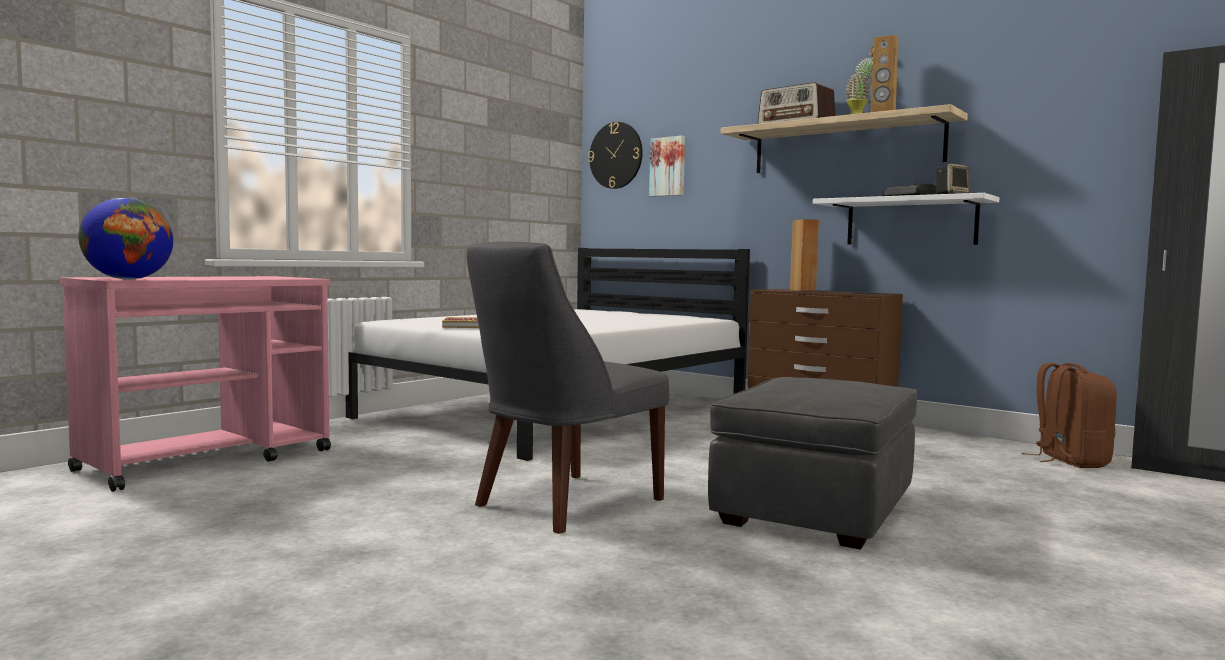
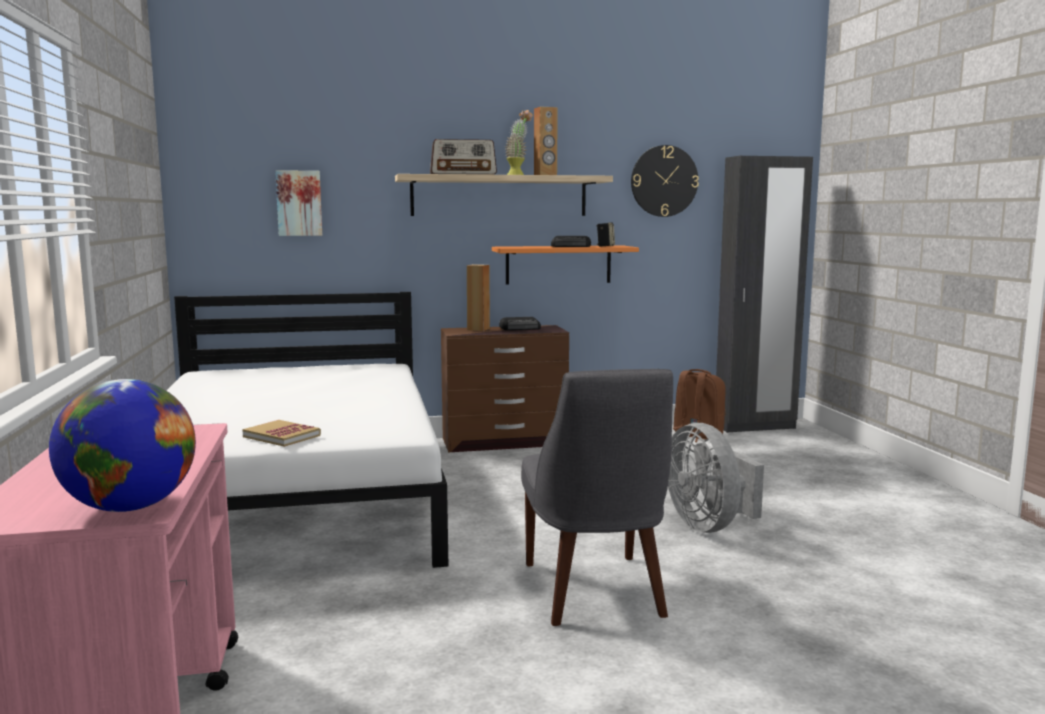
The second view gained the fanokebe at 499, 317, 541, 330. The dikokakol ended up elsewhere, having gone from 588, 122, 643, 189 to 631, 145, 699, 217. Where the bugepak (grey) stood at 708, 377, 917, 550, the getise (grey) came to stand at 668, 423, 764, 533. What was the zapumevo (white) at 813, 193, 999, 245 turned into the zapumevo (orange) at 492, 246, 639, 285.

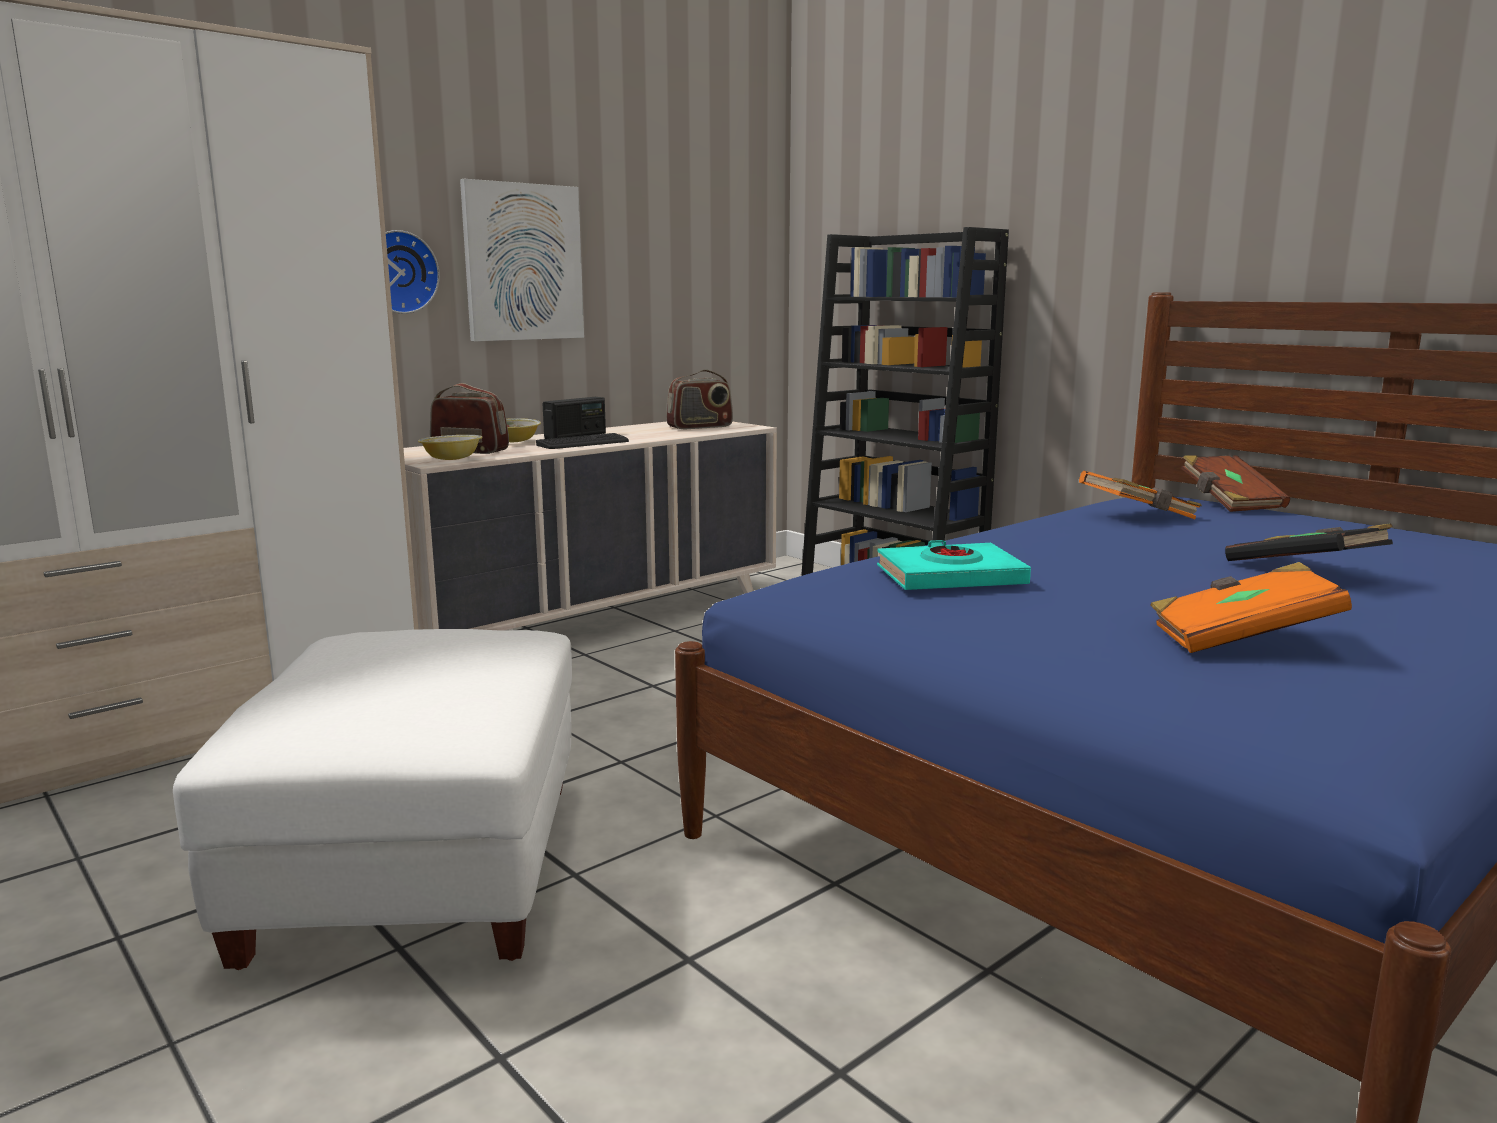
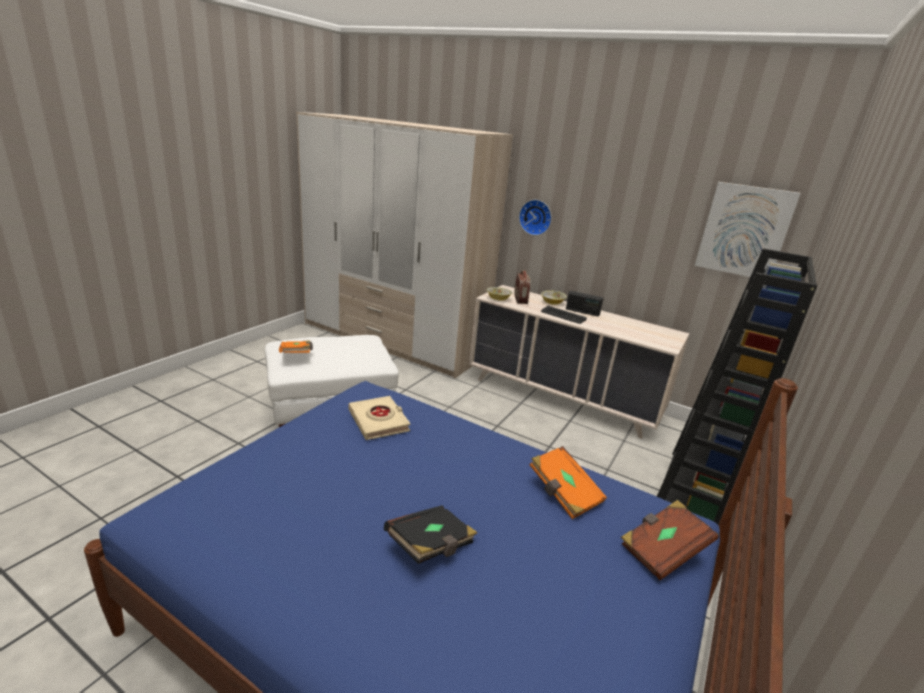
The second view lost the fanokebe at 666, 369, 733, 429. The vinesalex ended up elsewhere, having gone from 460, 179, 584, 341 to 695, 182, 801, 277. The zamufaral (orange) ended up elsewhere, having gone from 1150, 562, 1352, 653 to 279, 340, 313, 353. What was the zamufaral (turquoise) at 877, 540, 1031, 590 turned into the zamufaral (beige) at 348, 396, 411, 440.

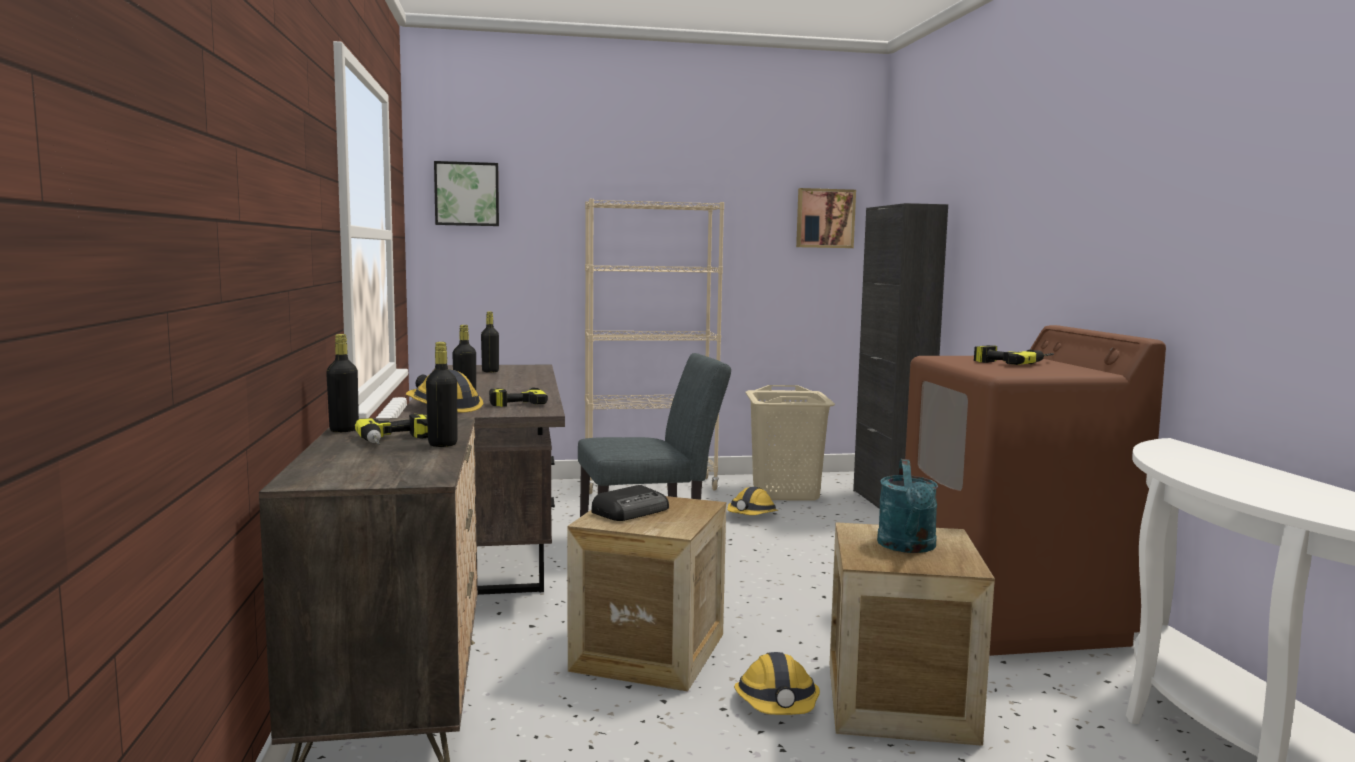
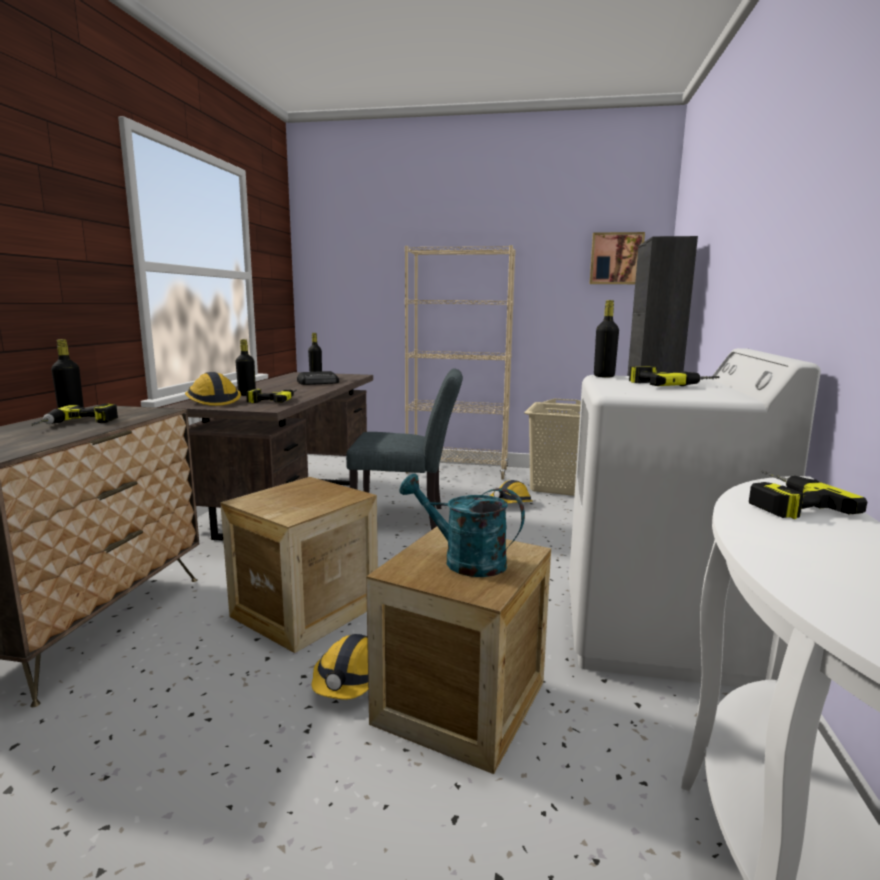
The second view lost the vinesalex at 434, 161, 499, 226. The second view gained the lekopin at 749, 470, 867, 519. The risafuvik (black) ended up elsewhere, having gone from 426, 342, 457, 447 to 594, 300, 619, 378. The fanokebe ended up elsewhere, having gone from 591, 485, 669, 521 to 297, 371, 339, 385. What was the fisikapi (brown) at 905, 325, 1166, 656 turned into the fisikapi (white) at 569, 348, 821, 687. The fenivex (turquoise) at 877, 459, 938, 553 ended up facing another way, 90 degrees clockwise from before.

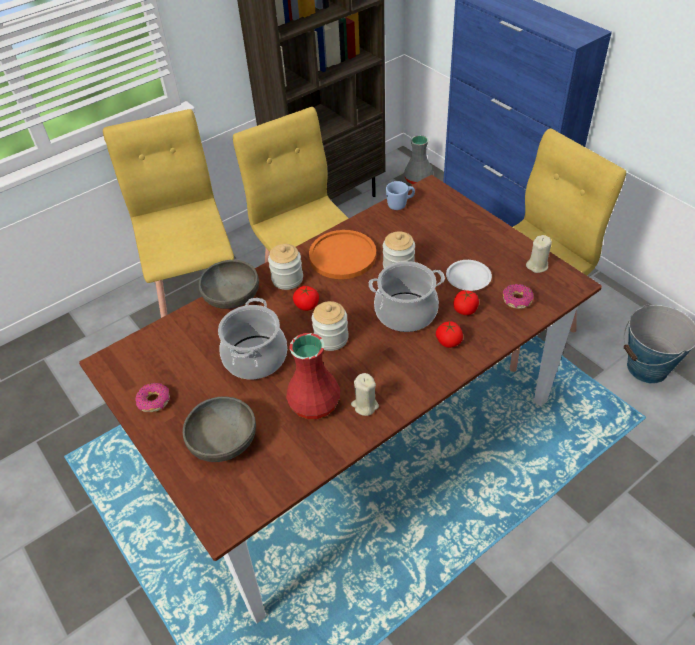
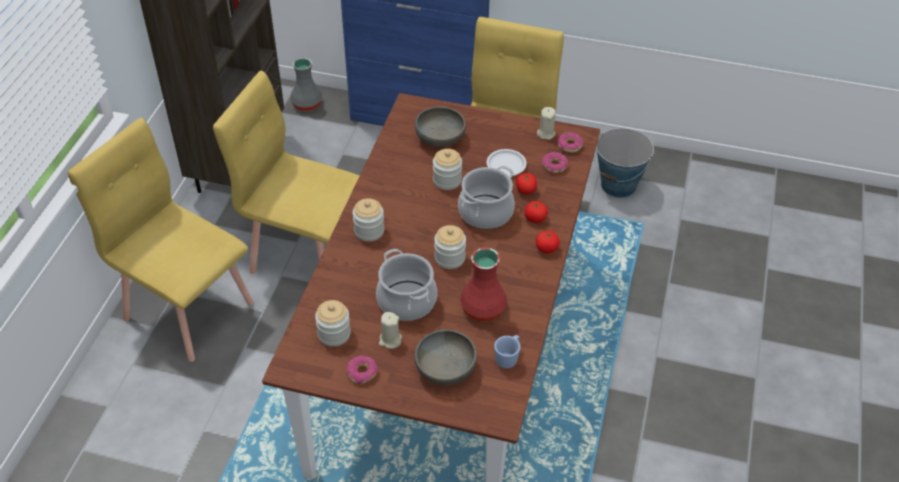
The second view lost the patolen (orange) at 309, 230, 376, 279. The second view gained the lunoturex at 315, 300, 351, 347. The second view gained the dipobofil at 557, 132, 584, 153. The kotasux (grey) ended up elsewhere, having gone from 199, 260, 259, 309 to 415, 106, 466, 147. The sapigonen ended up elsewhere, having gone from 293, 286, 319, 311 to 536, 231, 560, 253. The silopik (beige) ended up elsewhere, having gone from 351, 373, 379, 416 to 379, 312, 402, 349. The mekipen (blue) ended up elsewhere, having gone from 386, 181, 415, 210 to 494, 335, 521, 369.

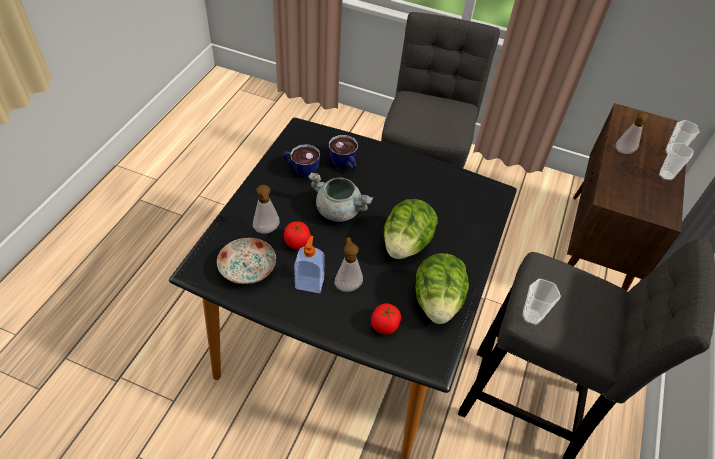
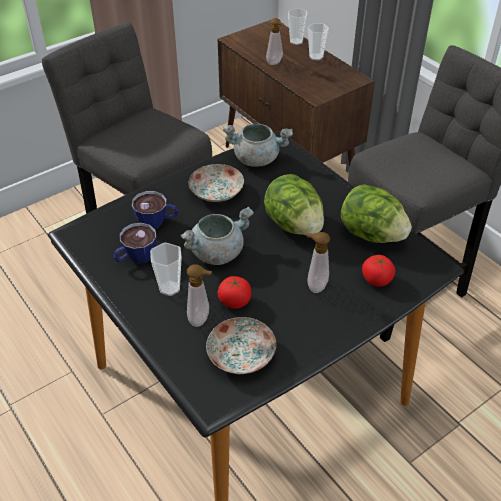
The second view lost the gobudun at 294, 236, 325, 293. The second view gained the patolen at 189, 164, 244, 202. The second view gained the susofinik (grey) at 223, 124, 293, 167. The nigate ended up elsewhere, having gone from 522, 279, 561, 325 to 150, 243, 182, 296.

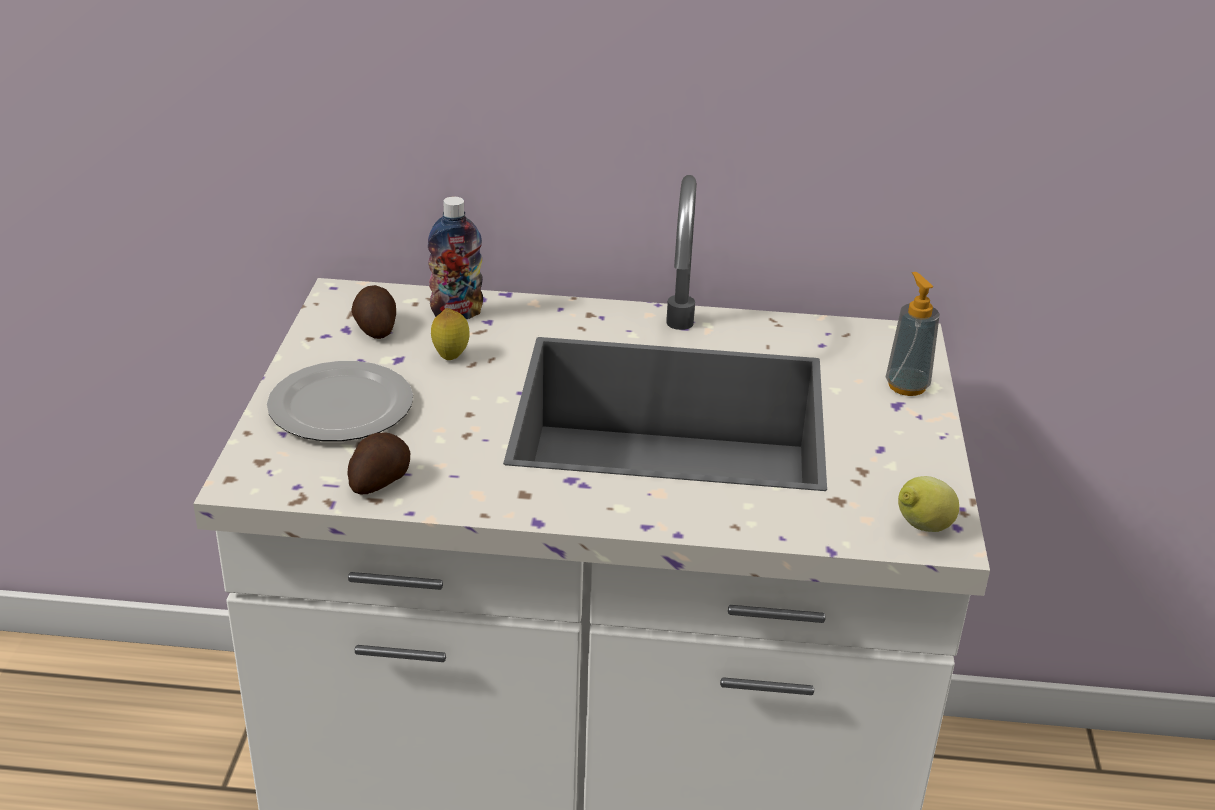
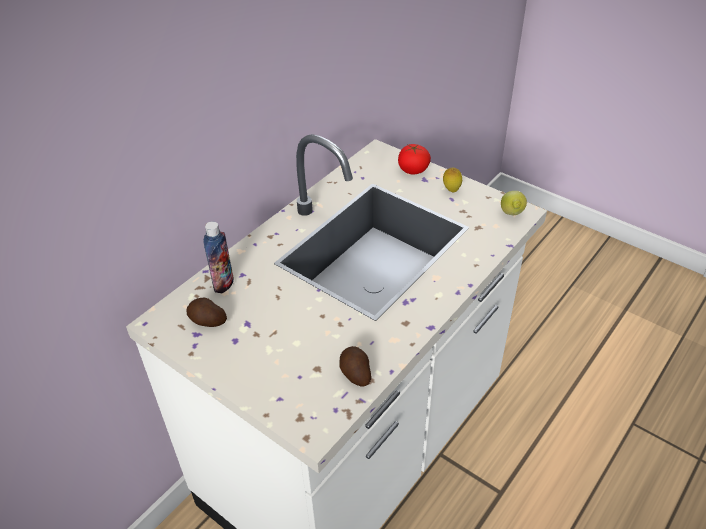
The second view lost the patolen at 267, 361, 413, 441. The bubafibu ended up elsewhere, having gone from 431, 308, 470, 360 to 443, 168, 462, 192. Where the gobudun stood at 886, 272, 940, 396, the sapigonen came to stand at 398, 144, 431, 175.

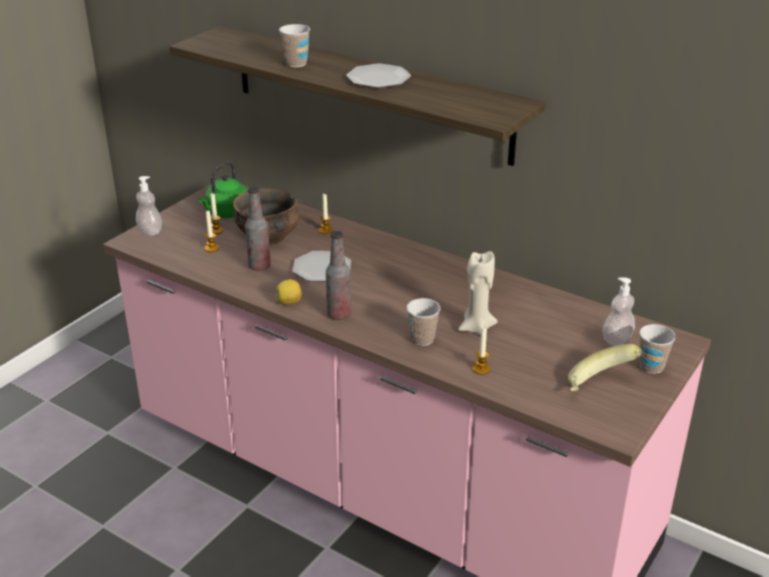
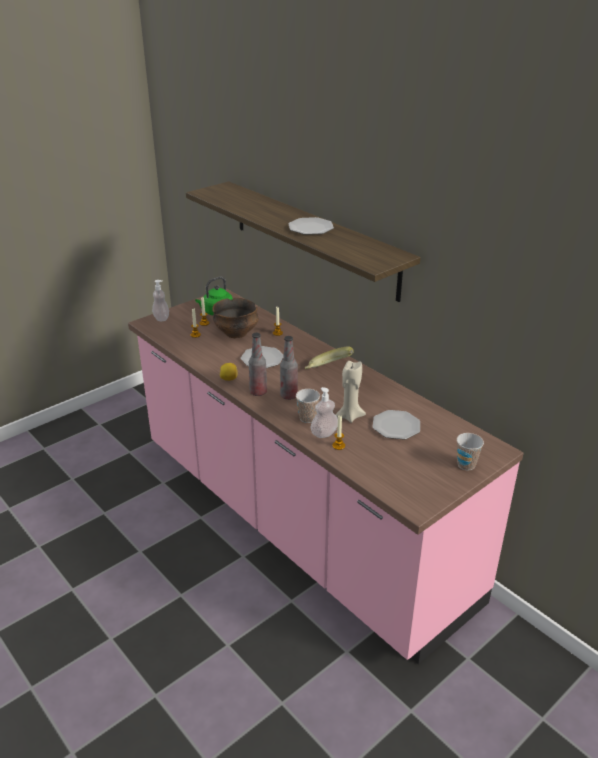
The second view lost the nigate at 279, 24, 310, 67. The second view gained the patolen at 373, 410, 420, 440. The risafuvik ended up elsewhere, having gone from 245, 187, 271, 271 to 280, 336, 298, 400. The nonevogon ended up elsewhere, having gone from 568, 344, 642, 392 to 305, 347, 354, 369. The gobudun ended up elsewhere, having gone from 603, 277, 635, 346 to 311, 387, 338, 438.

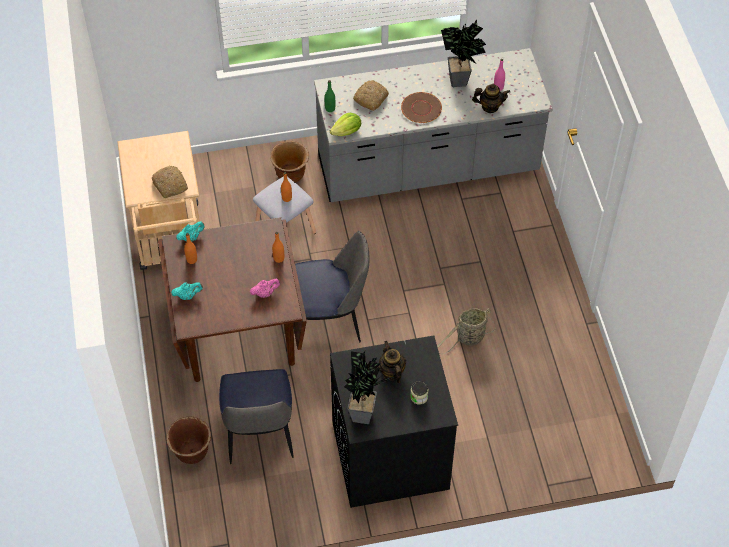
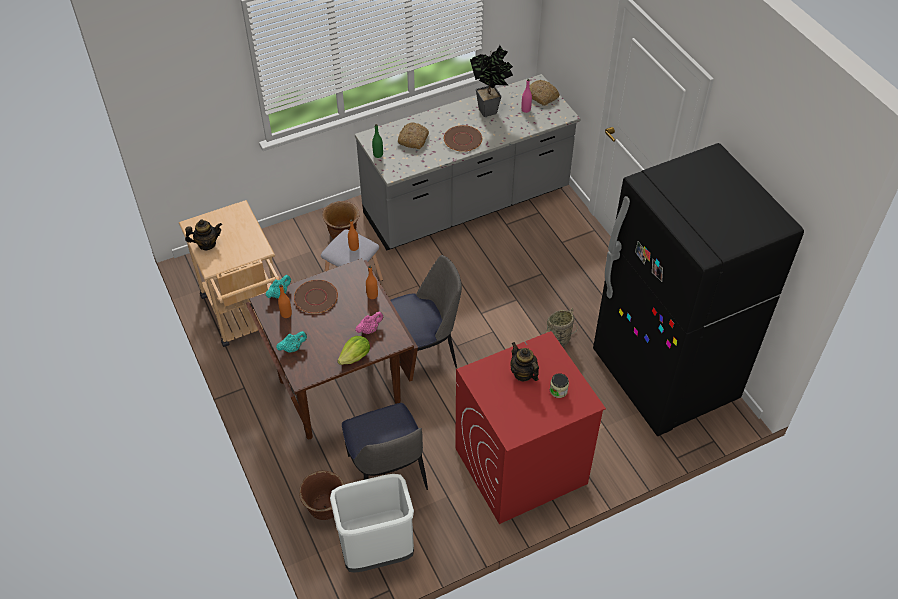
The second view lost the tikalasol at 344, 351, 391, 424. The second view gained the patolen (brown) at 294, 280, 338, 314. The second view gained the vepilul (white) at 330, 474, 414, 573. The second view gained the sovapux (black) at 593, 143, 804, 436. The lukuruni ended up elsewhere, having gone from 152, 166, 188, 198 to 529, 80, 560, 106. The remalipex ended up elsewhere, having gone from 330, 113, 361, 136 to 337, 336, 370, 365. The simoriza ended up elsewhere, having gone from 472, 84, 510, 113 to 185, 220, 222, 250. What was the fisikapi (black) at 330, 335, 458, 508 turned into the fisikapi (red) at 455, 331, 606, 524.

